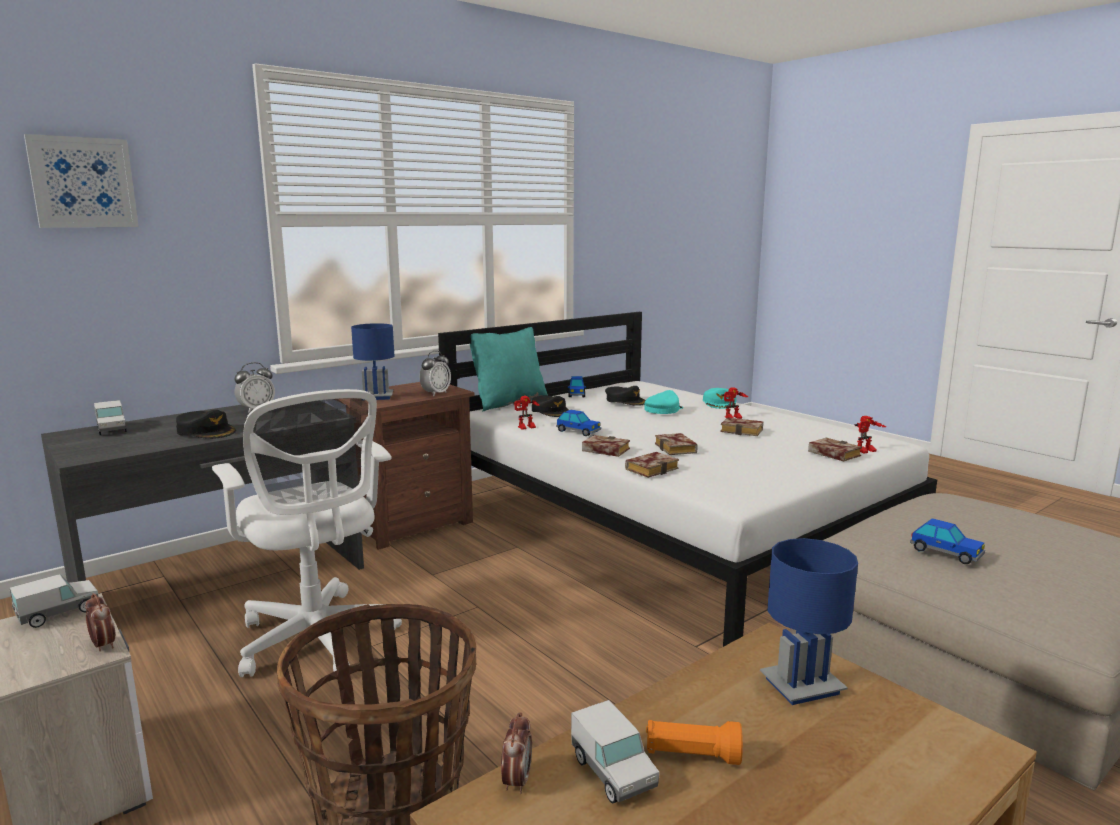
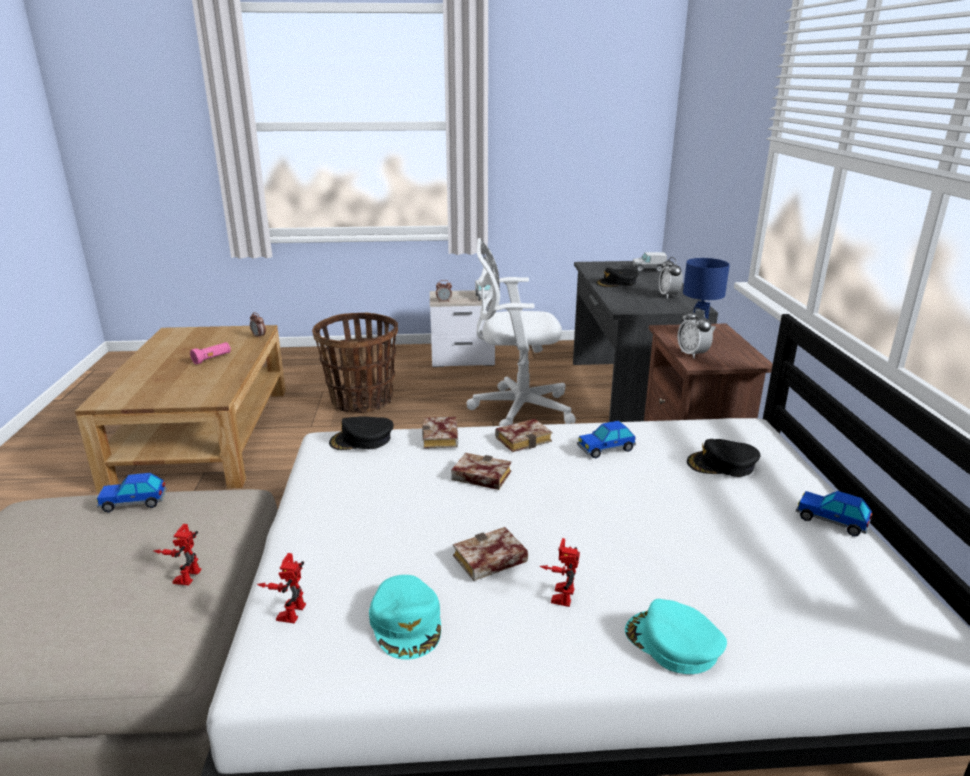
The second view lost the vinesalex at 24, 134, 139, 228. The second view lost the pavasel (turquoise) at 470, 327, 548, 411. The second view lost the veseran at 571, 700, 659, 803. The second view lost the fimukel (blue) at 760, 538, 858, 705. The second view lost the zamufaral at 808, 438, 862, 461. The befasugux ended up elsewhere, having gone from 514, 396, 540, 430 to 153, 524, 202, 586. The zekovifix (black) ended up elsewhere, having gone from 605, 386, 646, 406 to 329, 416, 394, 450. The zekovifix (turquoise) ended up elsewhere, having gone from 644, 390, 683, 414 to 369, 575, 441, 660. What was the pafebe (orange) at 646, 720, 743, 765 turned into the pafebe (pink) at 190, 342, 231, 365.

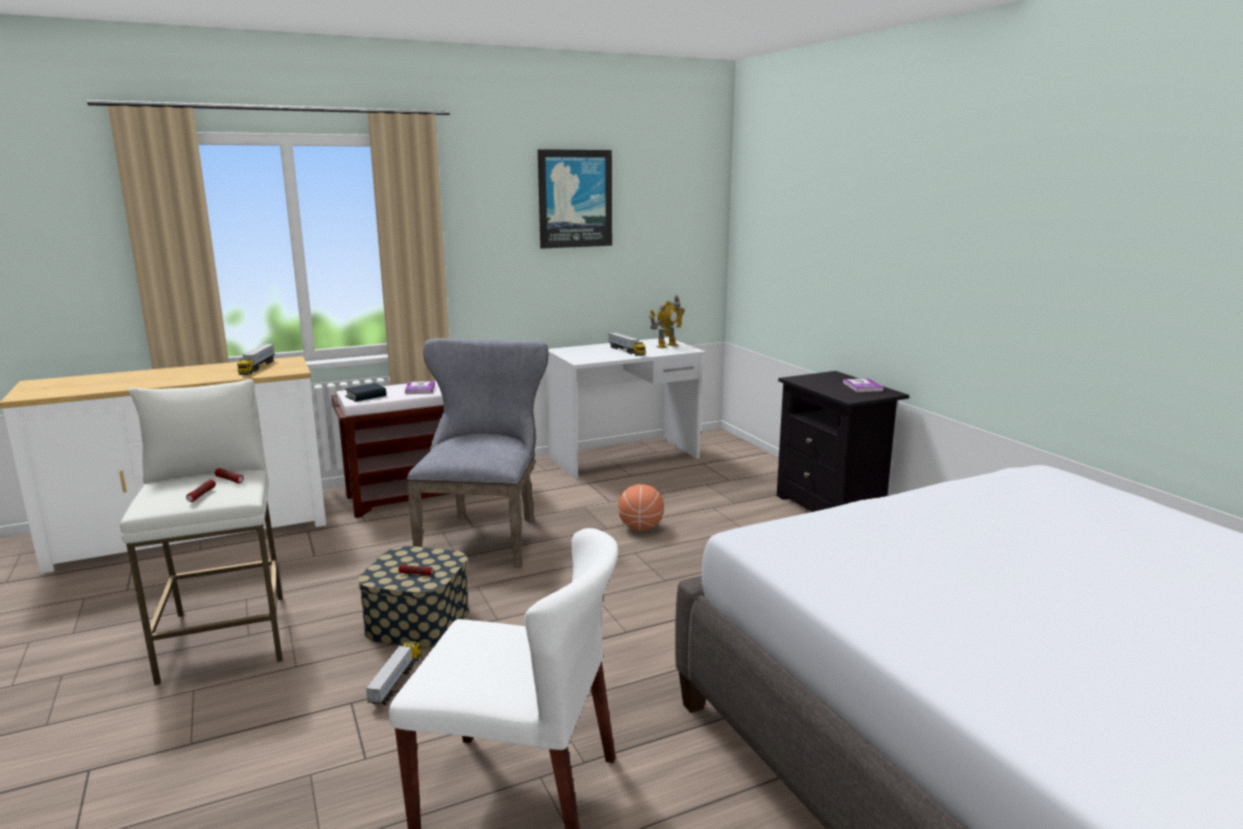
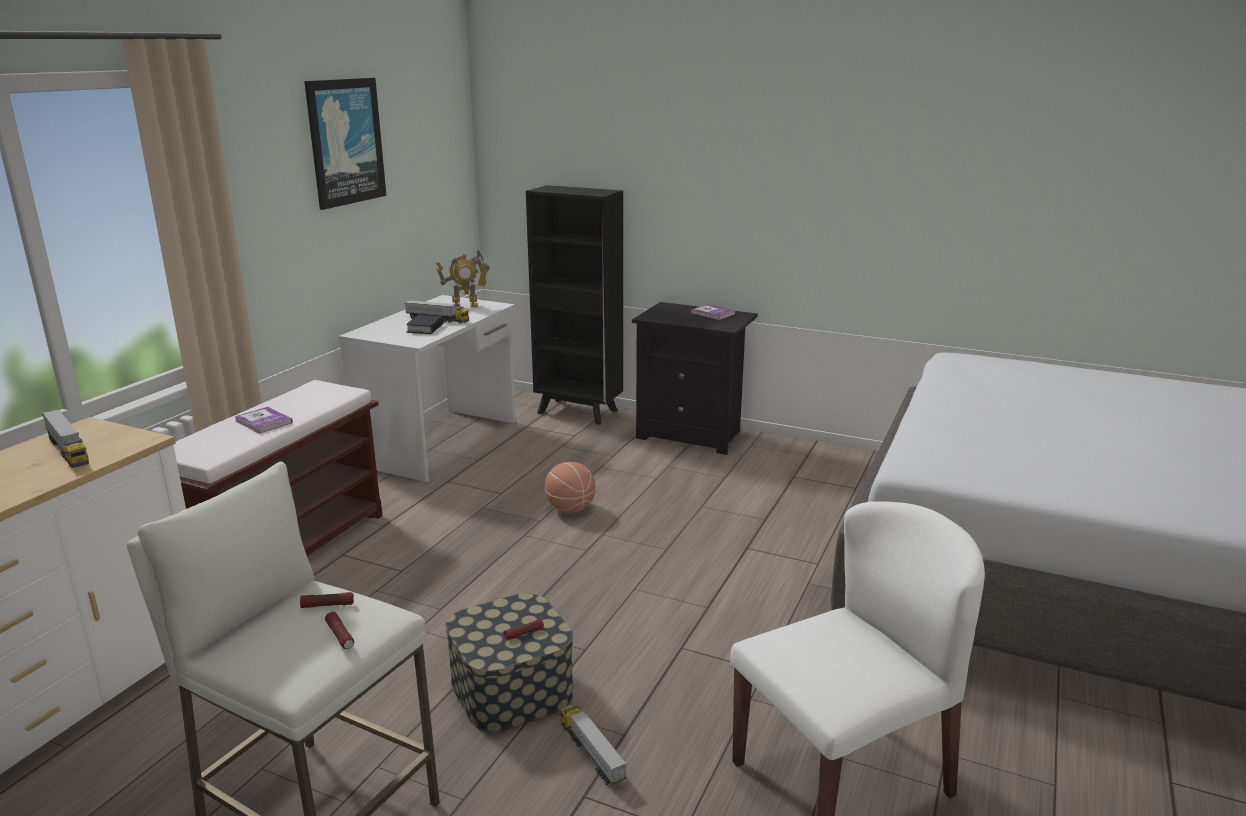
The second view lost the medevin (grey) at 407, 338, 548, 568. The second view gained the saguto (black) at 526, 185, 623, 425. The zamufaral ended up elsewhere, having gone from 345, 383, 386, 402 to 406, 315, 444, 334. The befasugux at 649, 296, 685, 348 ended up facing another way, 75 degrees clockwise from before.

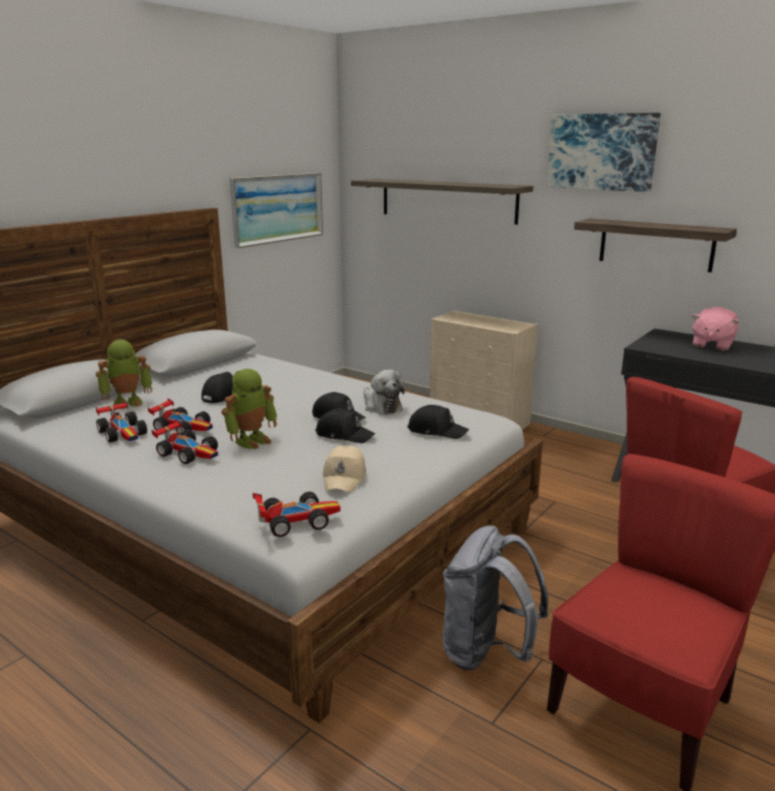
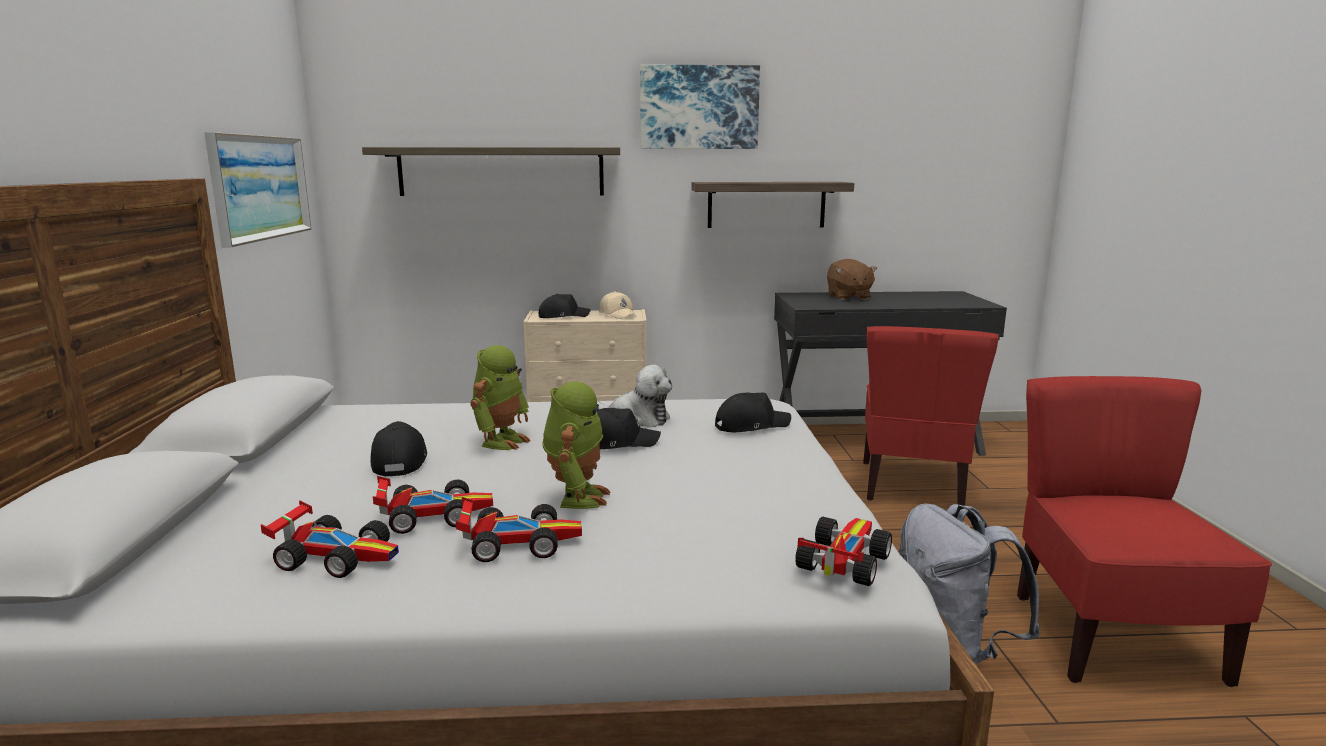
The befasugux ended up elsewhere, having gone from 96, 340, 152, 410 to 470, 345, 530, 450. The zekovifix (black) ended up elsewhere, having gone from 315, 408, 376, 443 to 538, 294, 591, 318. The zekovifix (beige) ended up elsewhere, having gone from 323, 446, 366, 492 to 599, 291, 636, 319. What was the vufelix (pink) at 692, 307, 739, 351 turned into the vufelix (brown) at 827, 259, 877, 300.

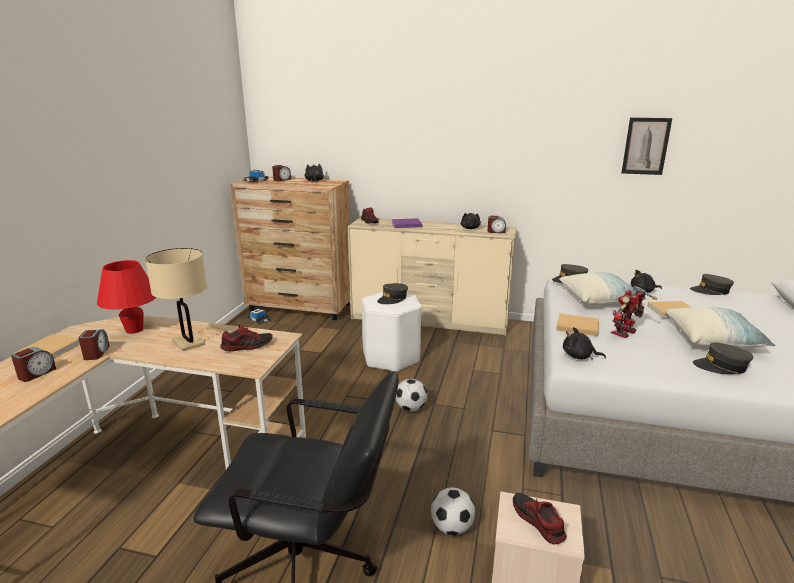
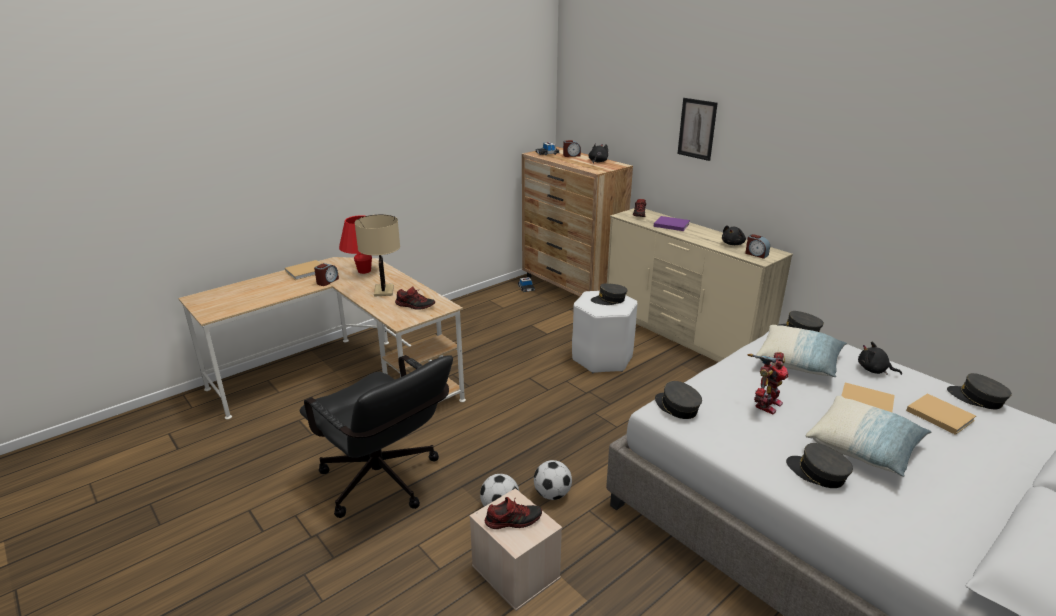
The second view lost the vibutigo at 11, 347, 56, 382. The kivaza ended up elsewhere, having gone from 396, 379, 427, 411 to 534, 460, 572, 500. The zamufaral (beige) ended up elsewhere, having gone from 556, 313, 599, 336 to 906, 394, 976, 435. The vinesalex ended up elsewhere, having gone from 622, 118, 672, 175 to 677, 98, 718, 161. Where the vufelix (black) stood at 563, 327, 606, 360, the zekovifix (grey) came to stand at 655, 381, 702, 419. The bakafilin at 513, 493, 567, 545 ended up facing another way, 75 degrees clockwise from before. The befasugux at 610, 286, 657, 338 ended up facing another way, 135 degrees clockwise from before.

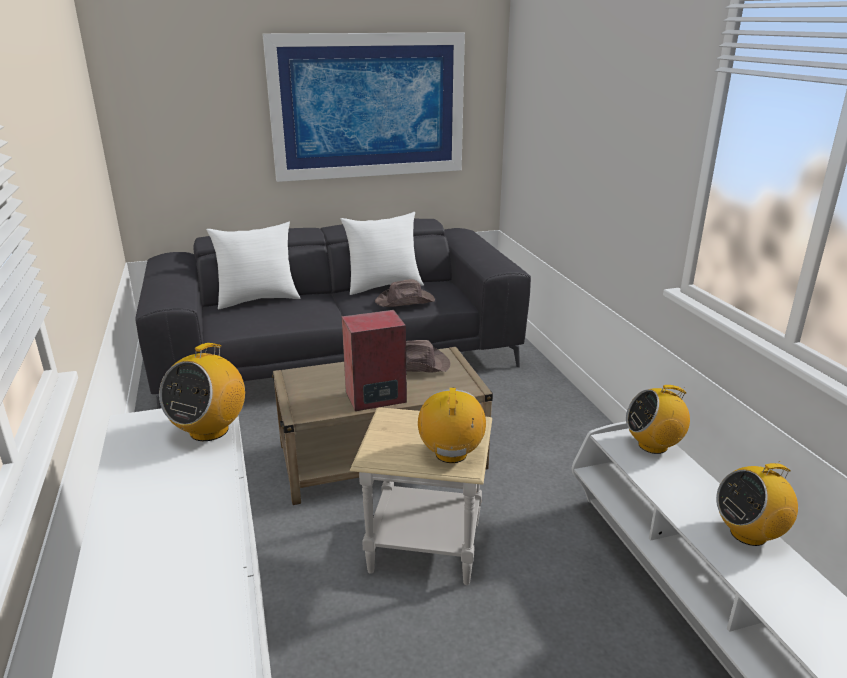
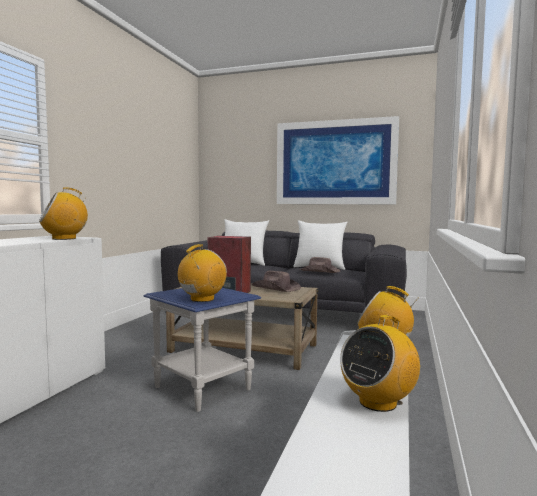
What was the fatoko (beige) at 350, 407, 492, 585 turned into the fatoko (blue) at 144, 288, 261, 412. The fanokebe at 716, 461, 798, 546 ended up facing another way, 60 degrees counterclockwise from before.

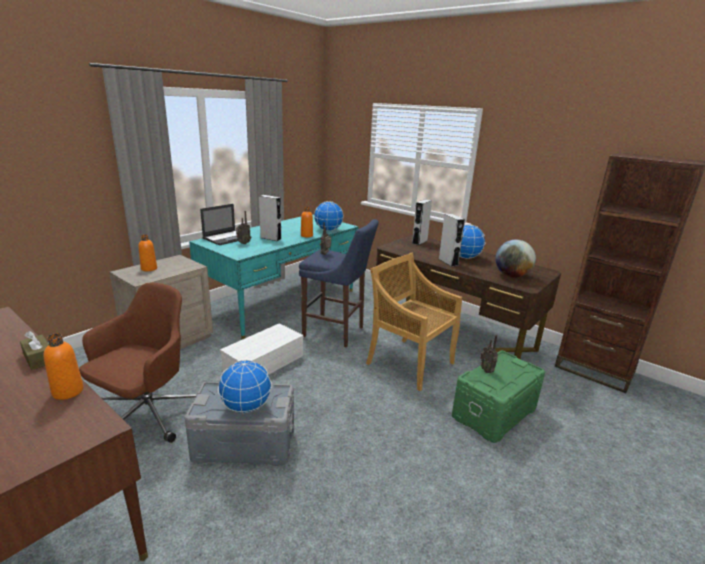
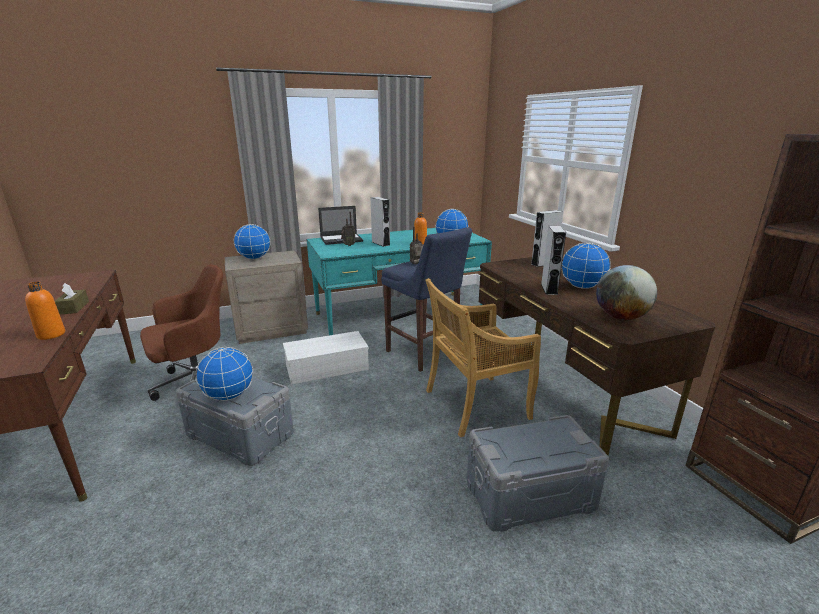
The second view lost the fanokebe at 480, 335, 498, 373. Where the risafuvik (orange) stood at 138, 235, 157, 271, the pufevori came to stand at 234, 224, 271, 259. What was the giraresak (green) at 452, 351, 545, 443 turned into the giraresak (grey) at 467, 415, 609, 532. The medevin (beige) at 366, 253, 462, 391 ended up facing another way, 90 degrees counterclockwise from before.

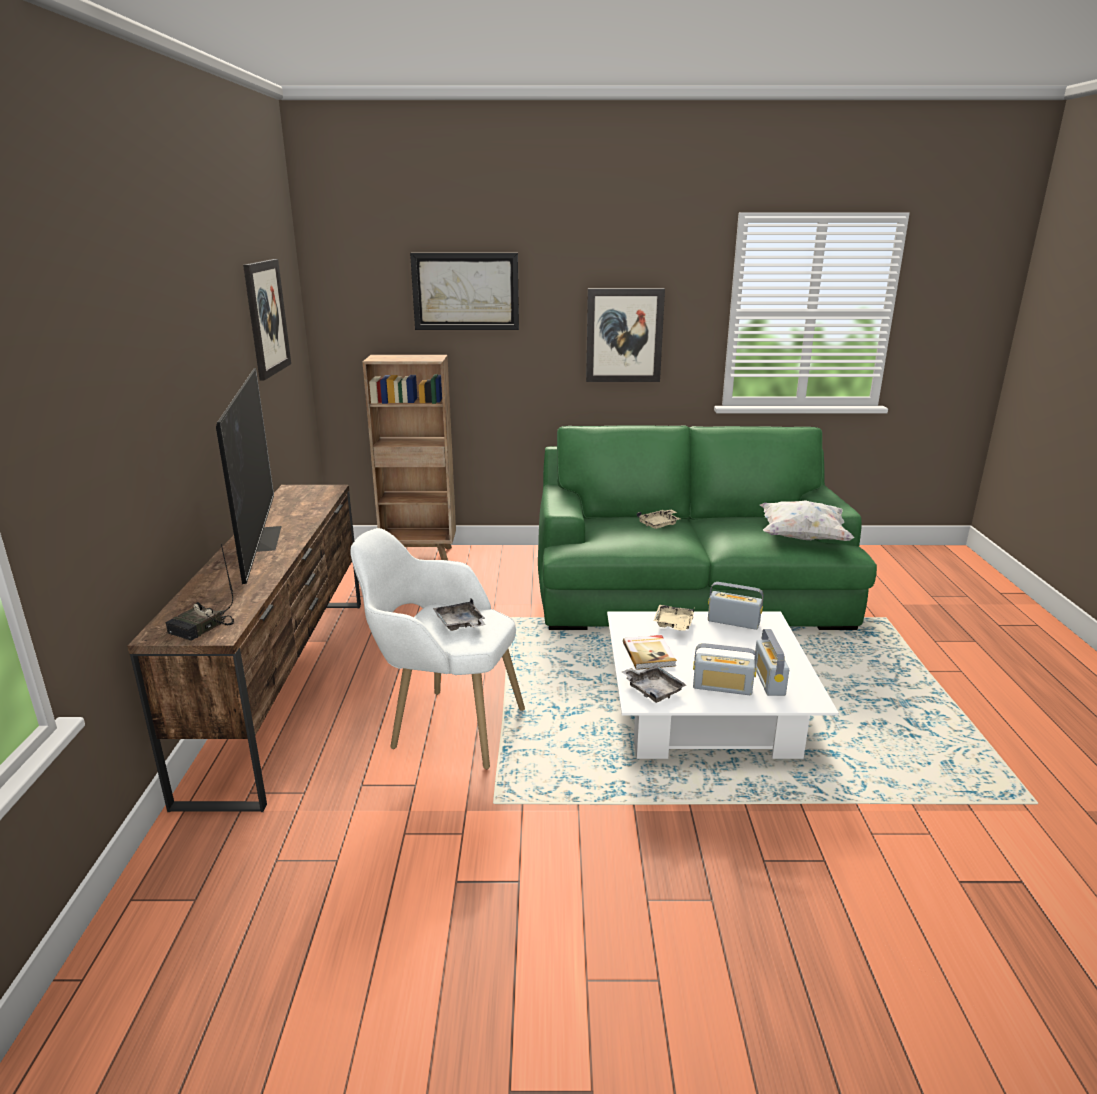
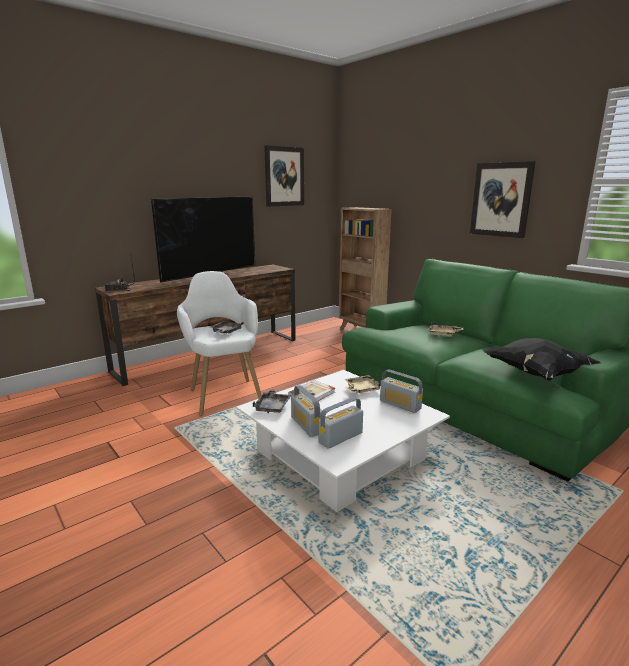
The second view lost the vinesalex at 410, 253, 519, 330. What was the pavasel (white) at 759, 500, 854, 541 turned into the pavasel (black) at 483, 338, 600, 380. The fanokebe at 708, 582, 764, 630 ended up facing another way, 150 degrees clockwise from before.

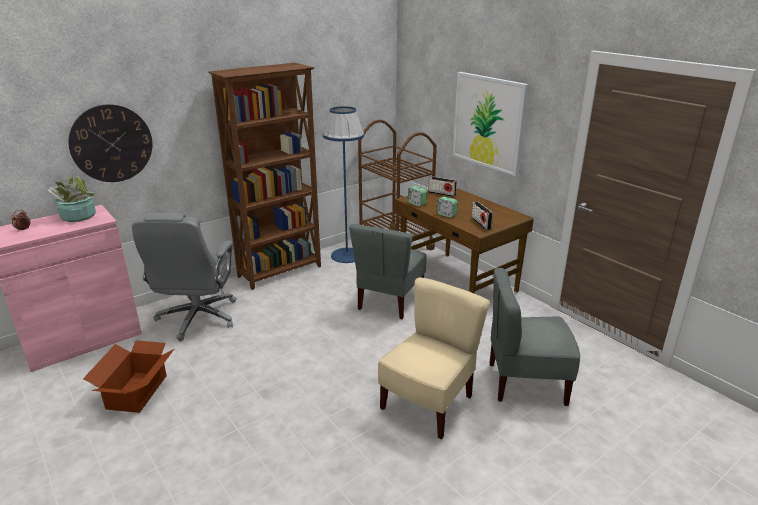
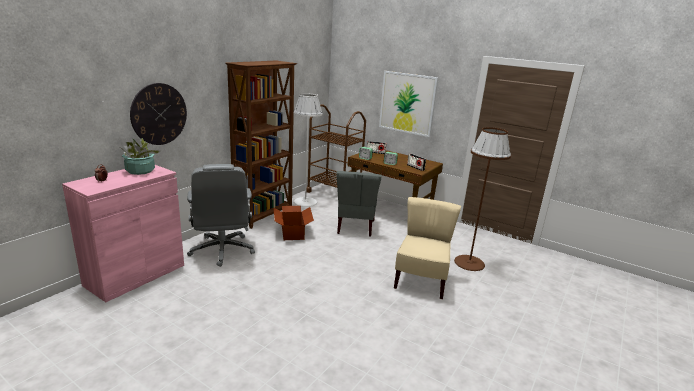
The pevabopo ended up elsewhere, having gone from 83, 340, 174, 413 to 274, 206, 314, 240. Where the medevin (grey) stood at 489, 268, 580, 406, the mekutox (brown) came to stand at 454, 127, 511, 271. What was the mekutox (blue) at 323, 106, 364, 263 turned into the mekutox (white) at 294, 93, 323, 207.

